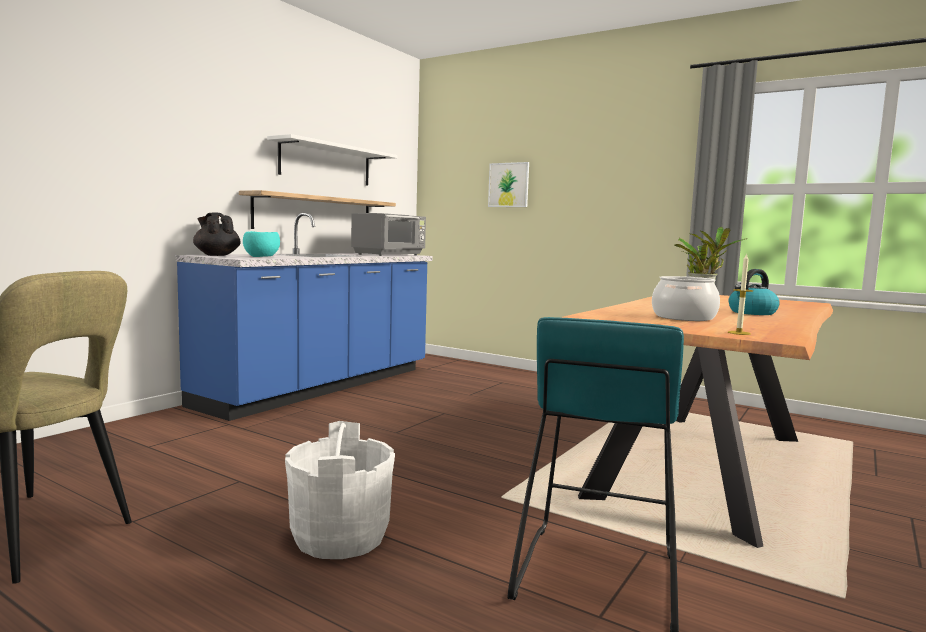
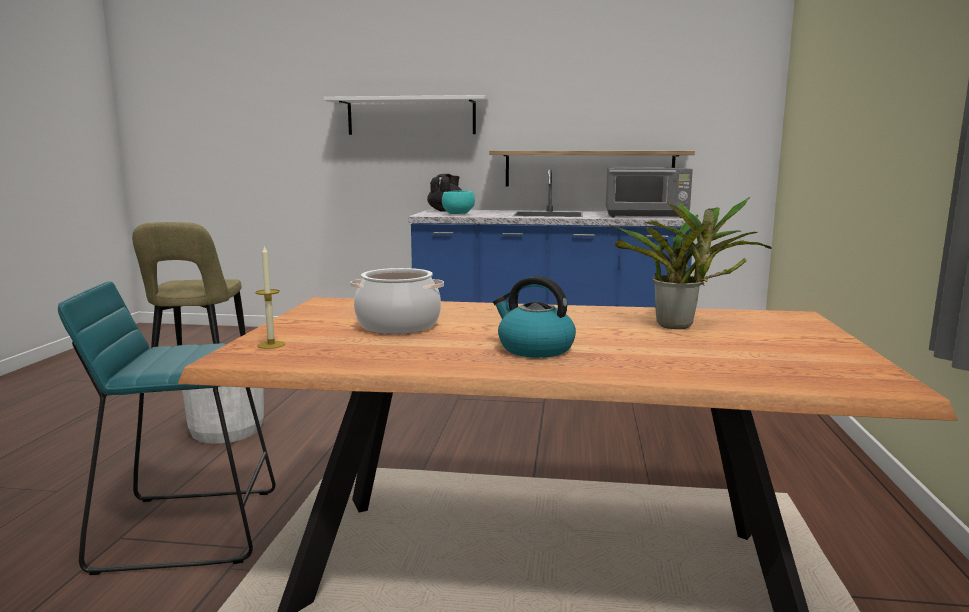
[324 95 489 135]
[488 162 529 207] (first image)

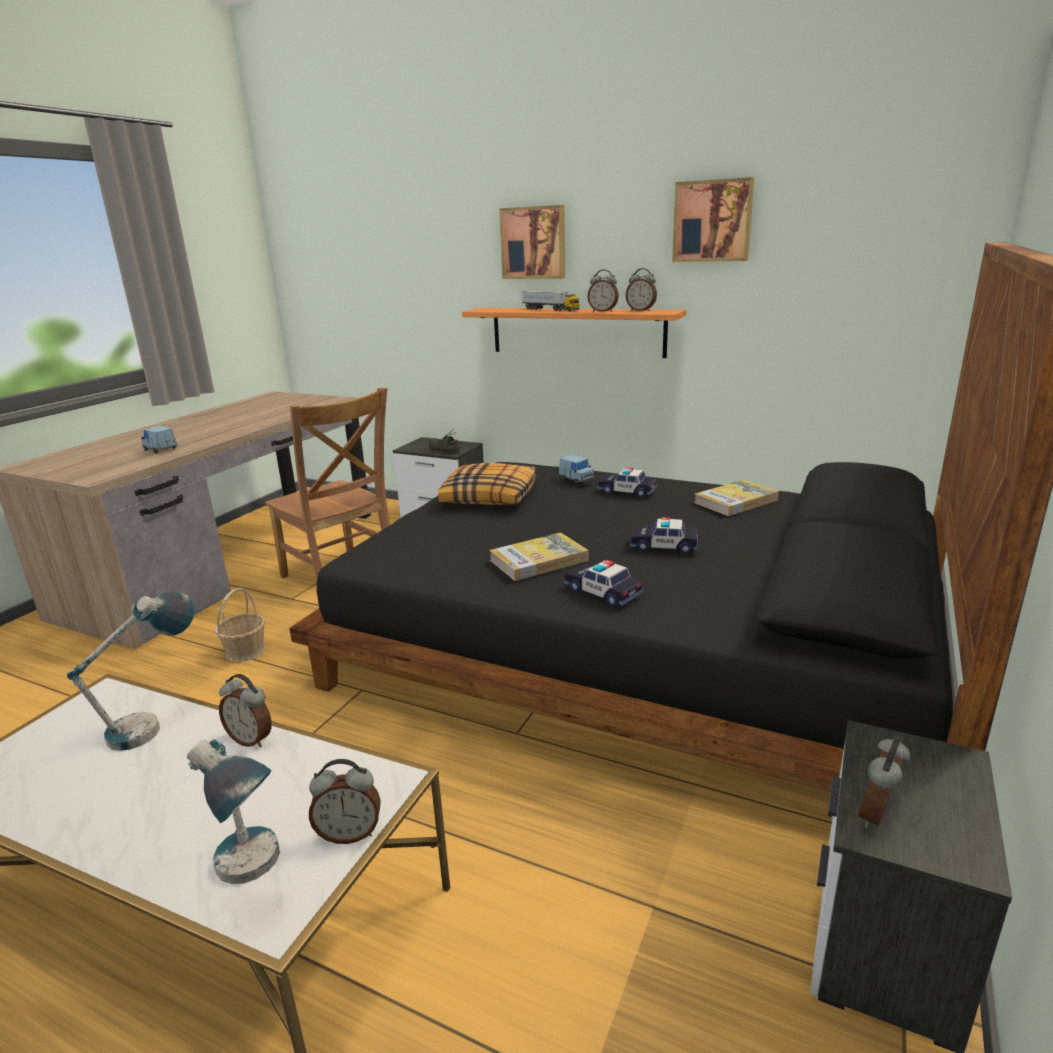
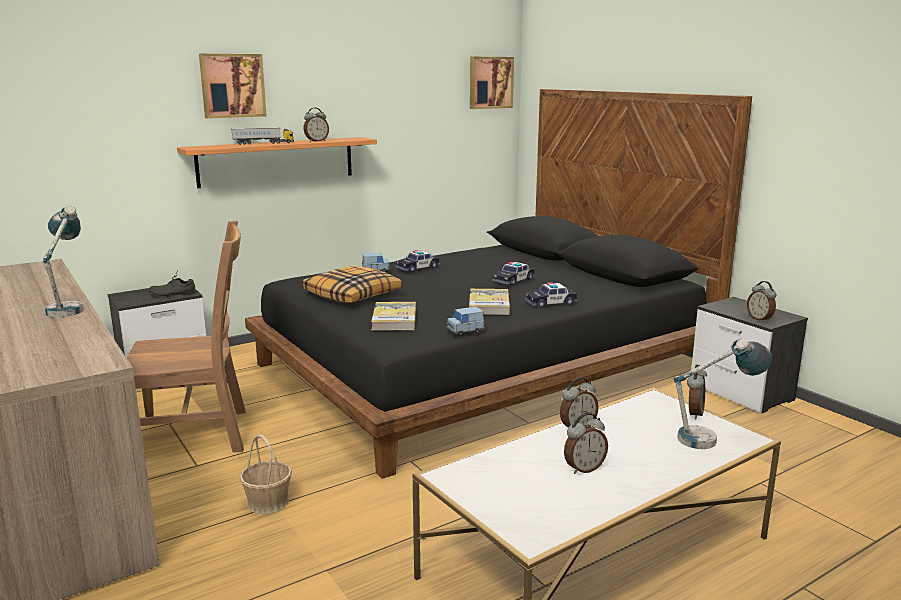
[43 206 83 317]
[371 302 416 331]
[446 307 485 336]
[470 57 514 109]
[564 413 608 474]

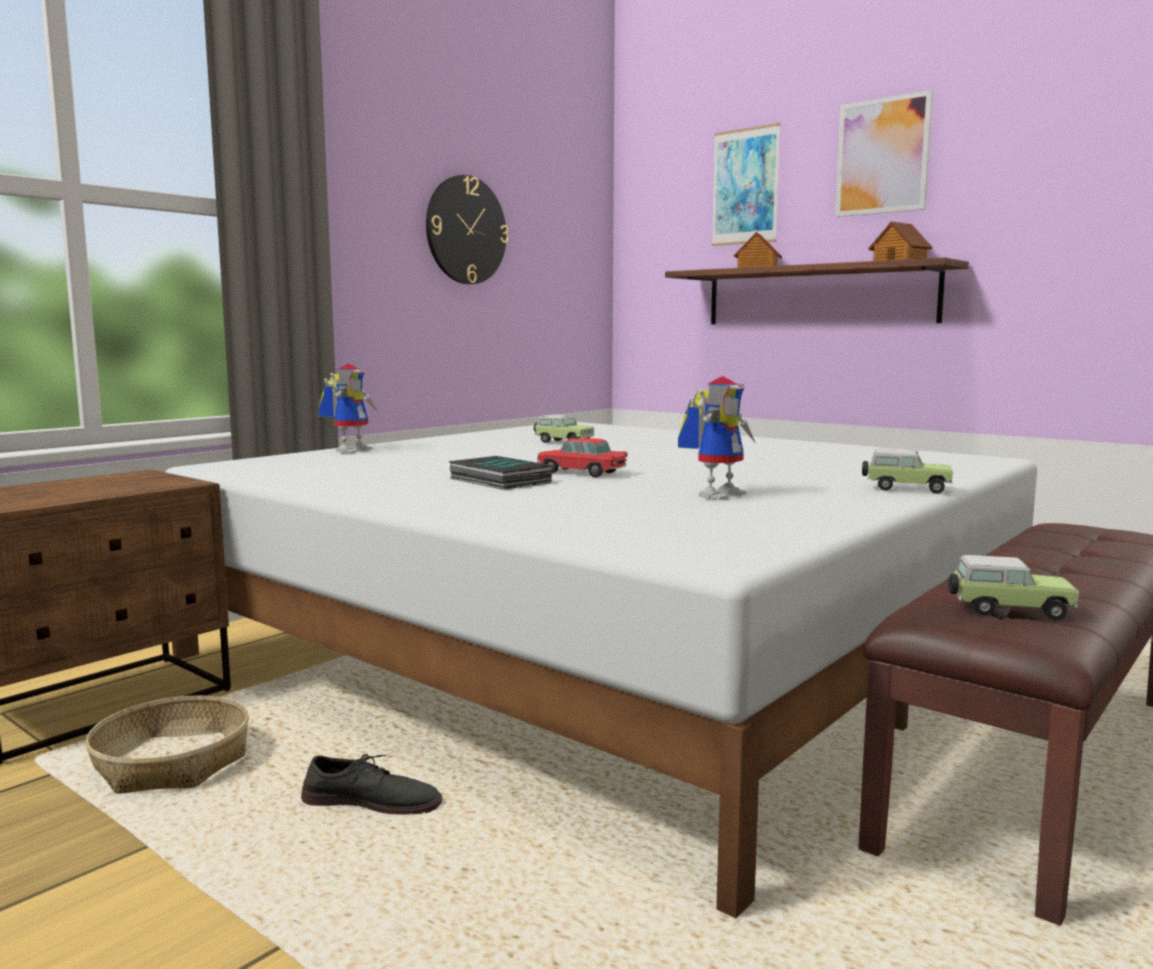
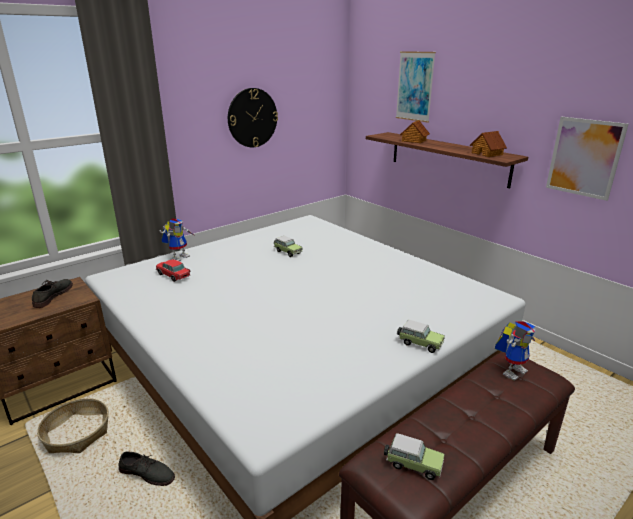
[32 279 73 308]
[156 259 191 282]
[495 321 536 381]
[546 117 629 201]
[448 456 552 490] (first image)

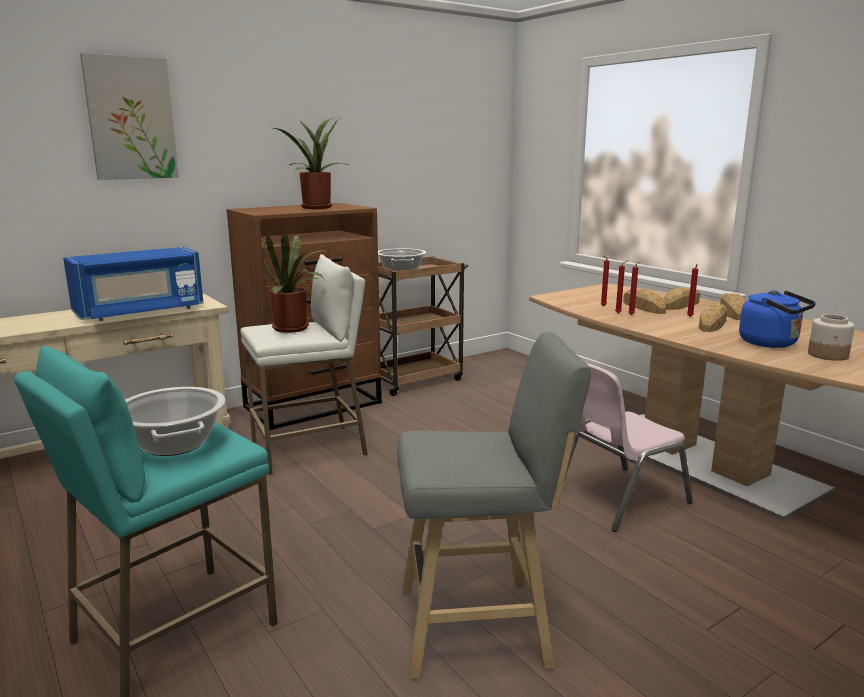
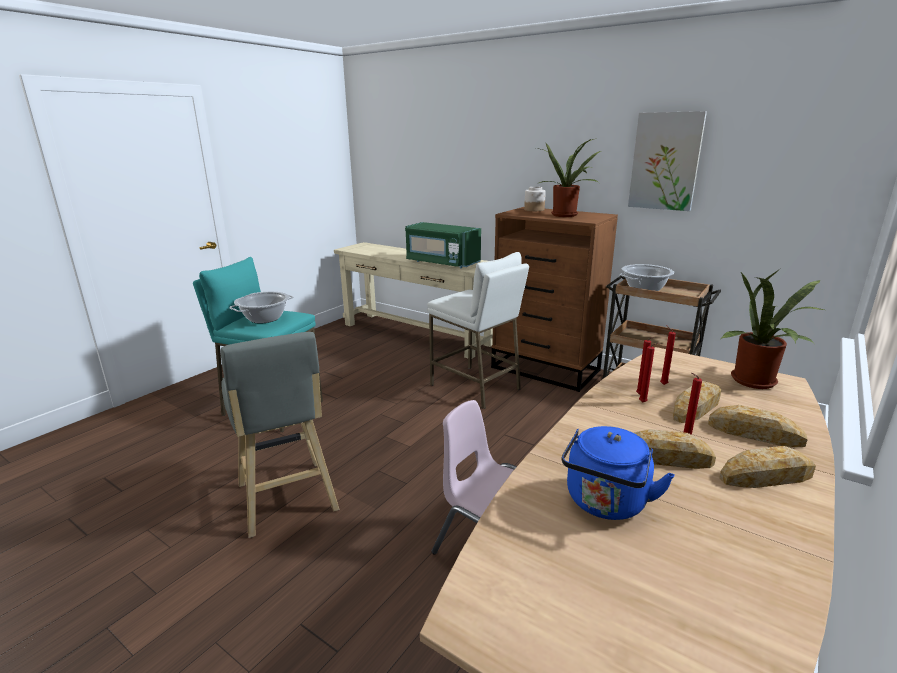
[405 222 481 268]
[524 187 546 211]
[628 111 707 211]
[720 268 824 389]

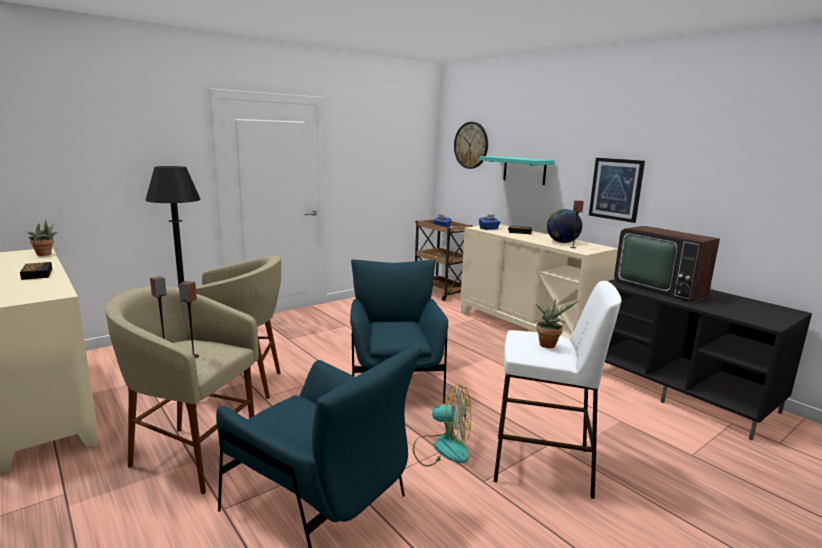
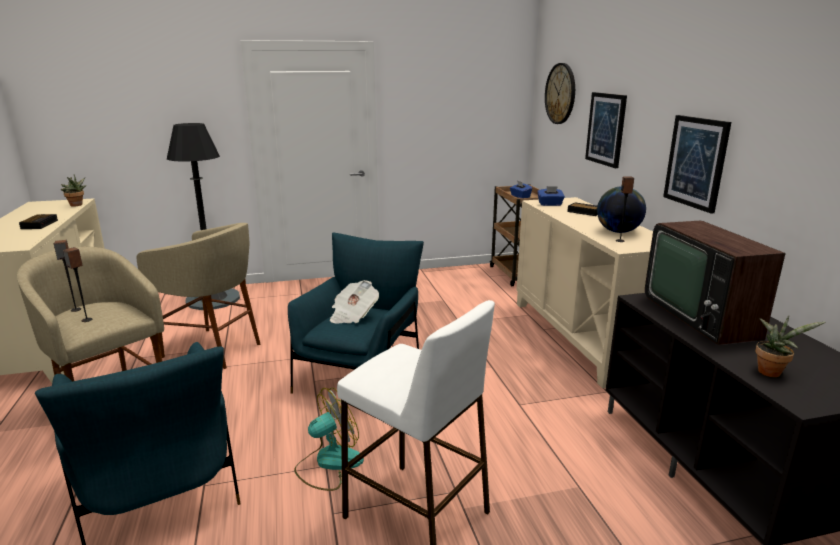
[294 388 364 491]
[330 280 379 323]
[585 92 627 168]
[755 316 825 377]

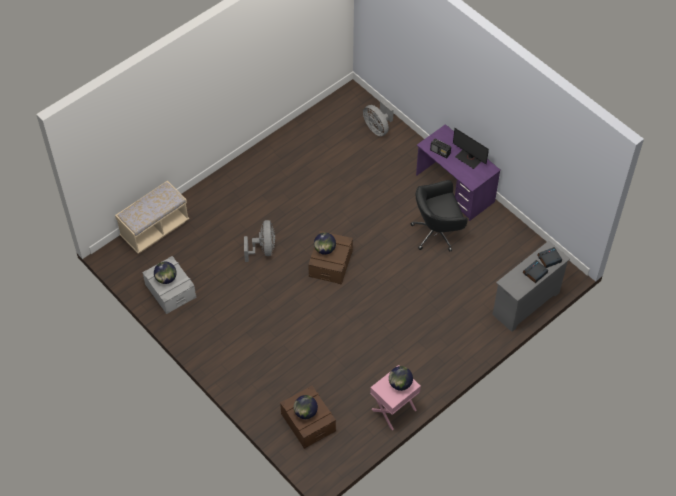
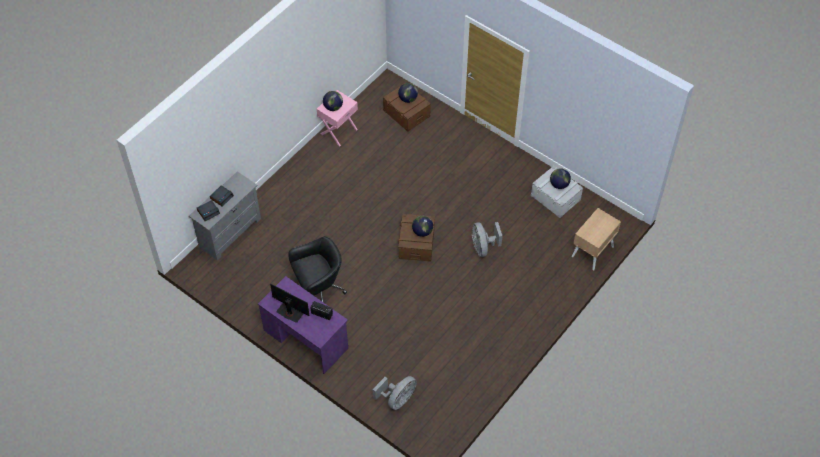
[373 376 417 410]
[572 208 621 270]

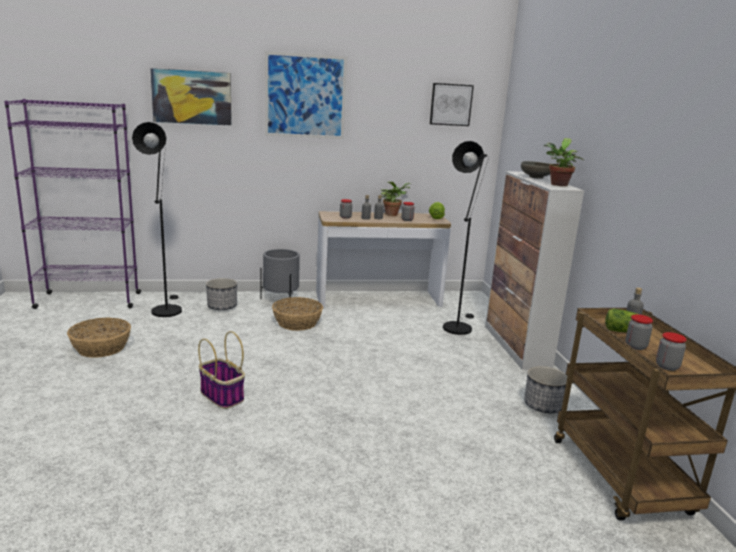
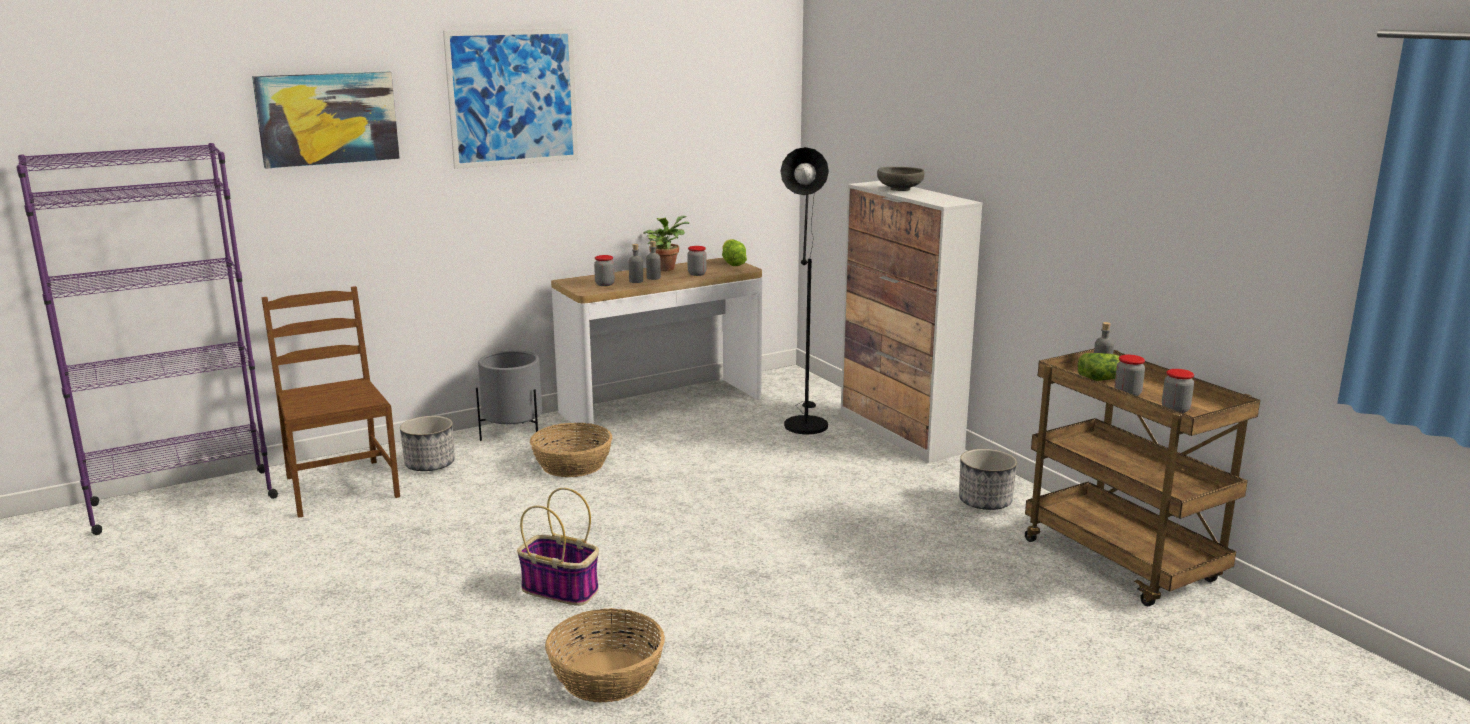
[261 286 400 518]
[545 608 665 703]
[430 83 474 126] (first image)
[544 138 584 186] (first image)

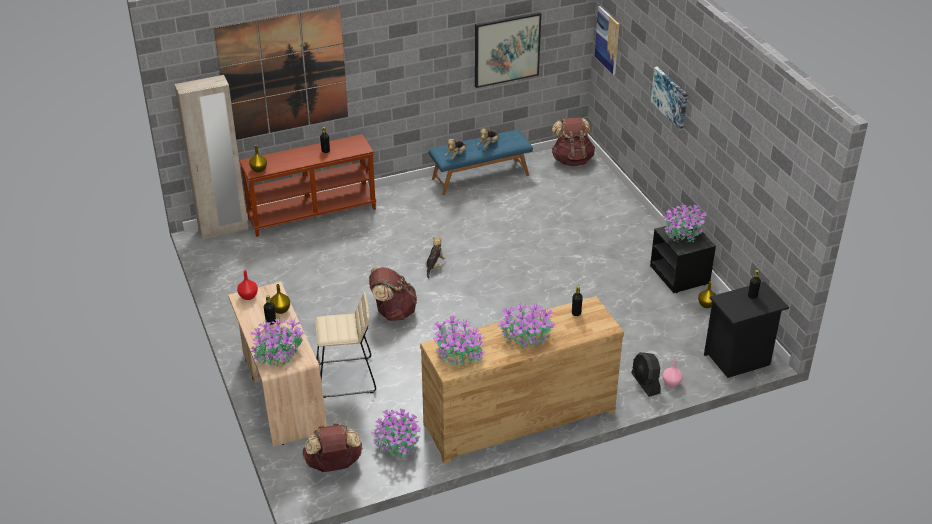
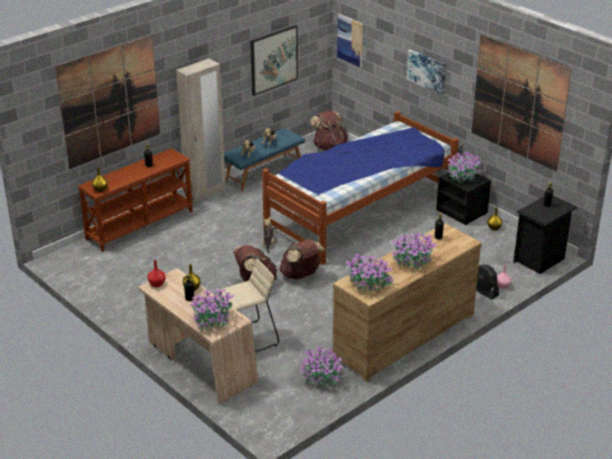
[176 59 225 203]
[262 111 459 265]
[280 239 325 280]
[472 34 572 171]

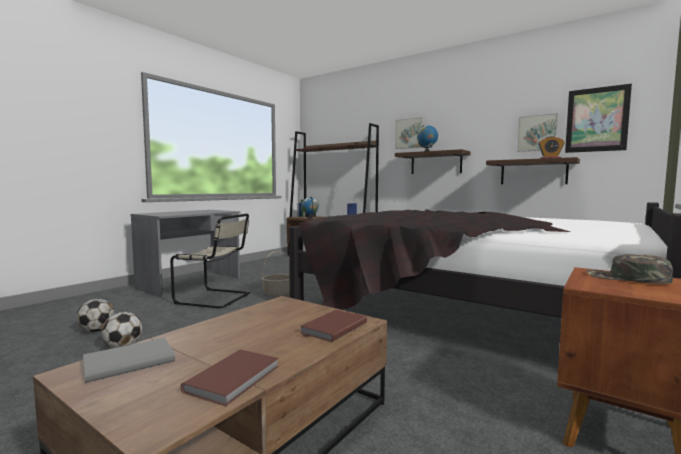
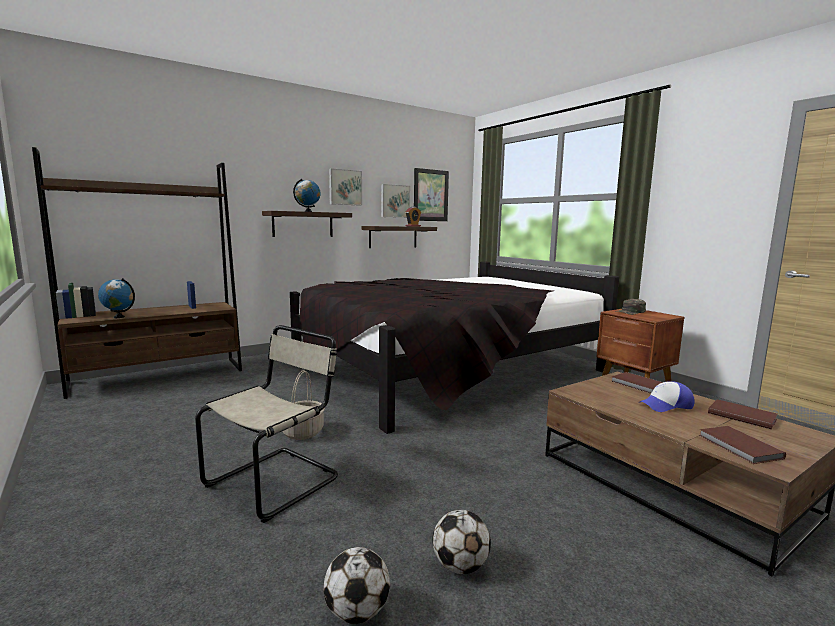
[329 168 362 206]
[638 382 695 412]
[699 426 786 464]
[130 210 240 297] (first image)

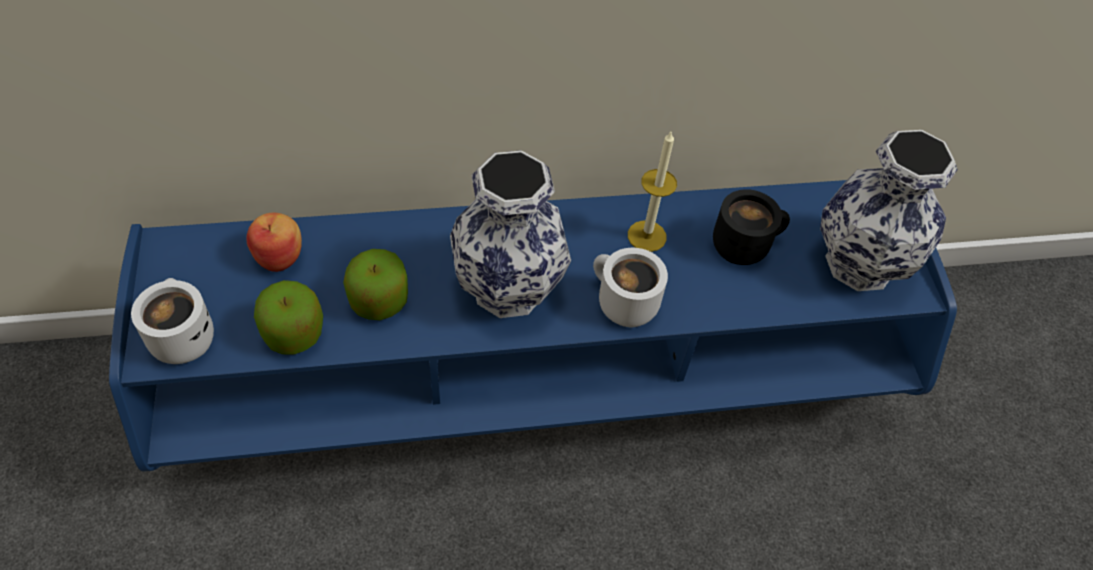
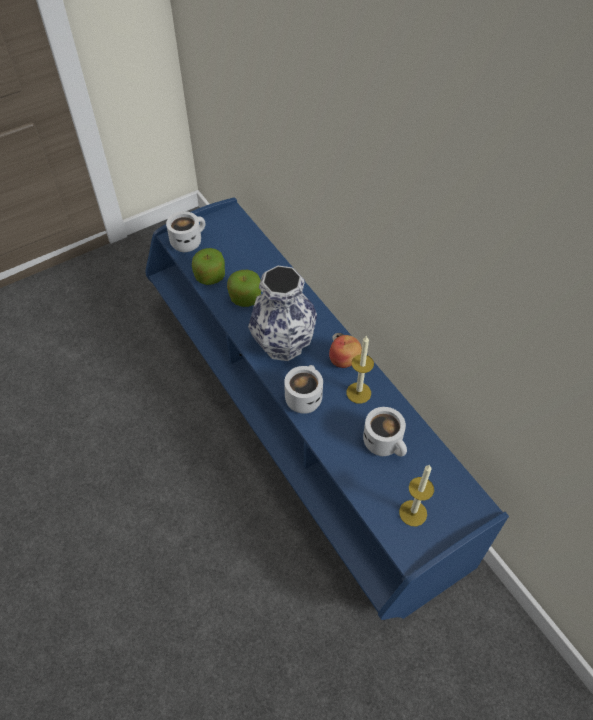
[329 335 362 368]
[363 407 407 456]
[399 464 434 526]

